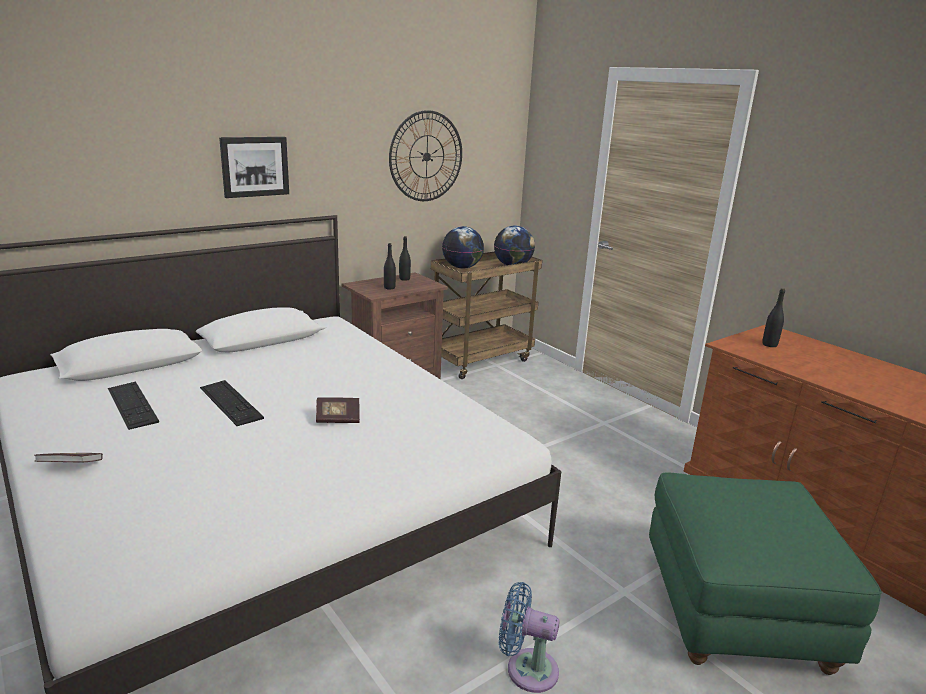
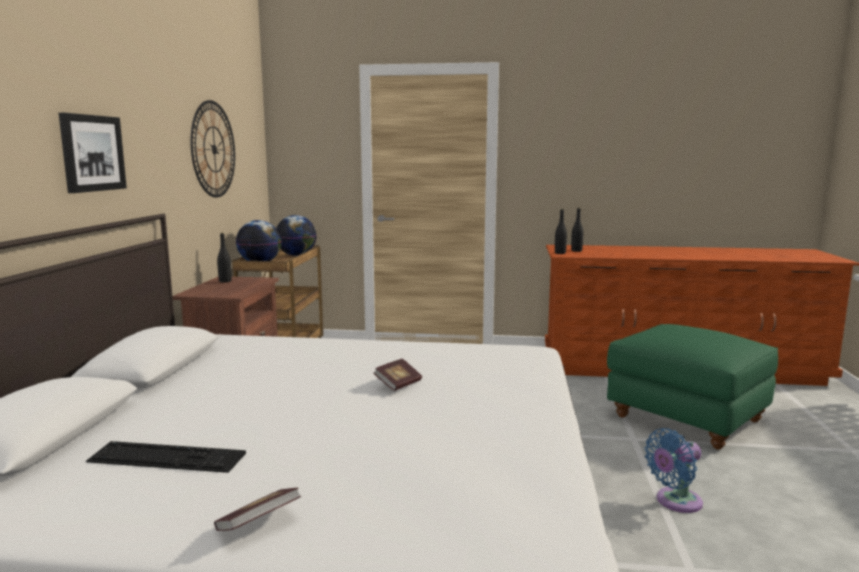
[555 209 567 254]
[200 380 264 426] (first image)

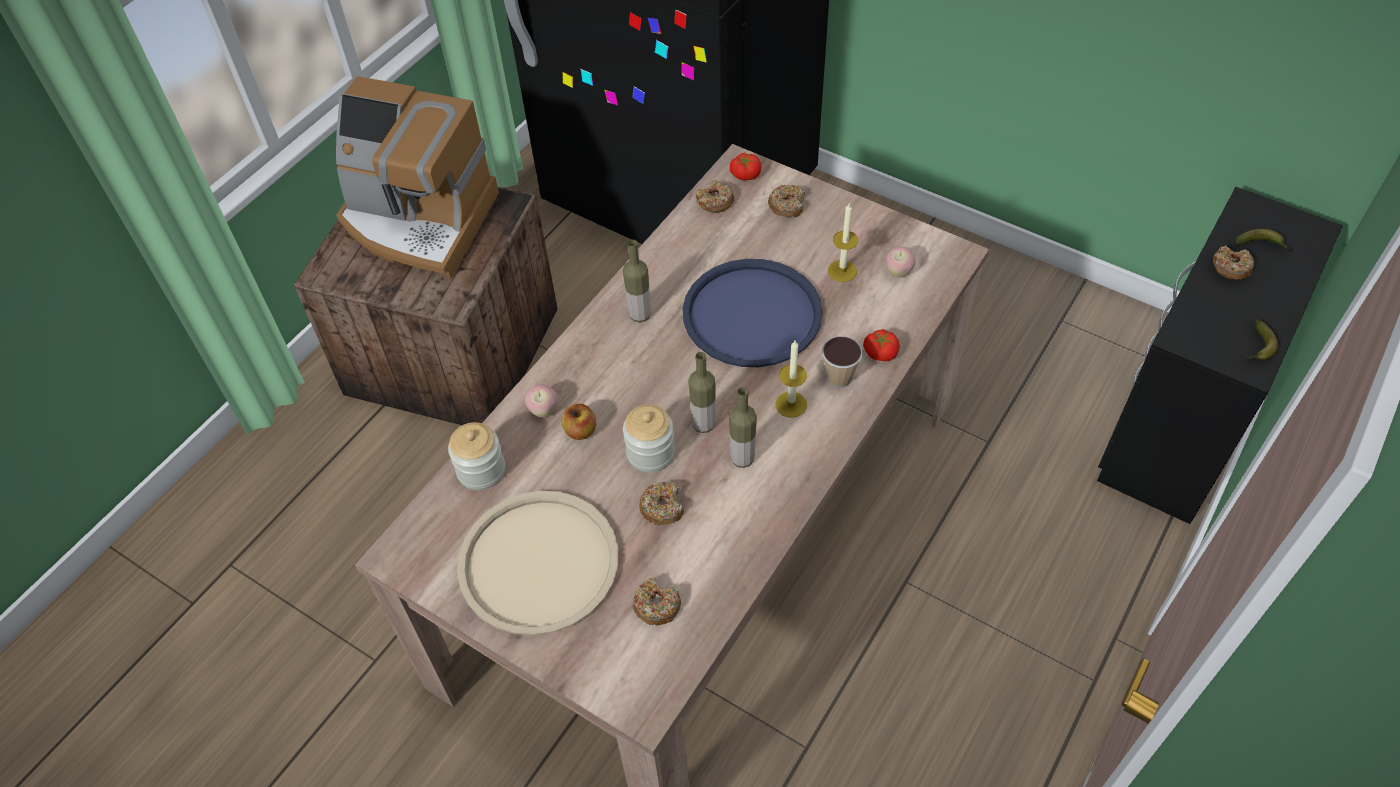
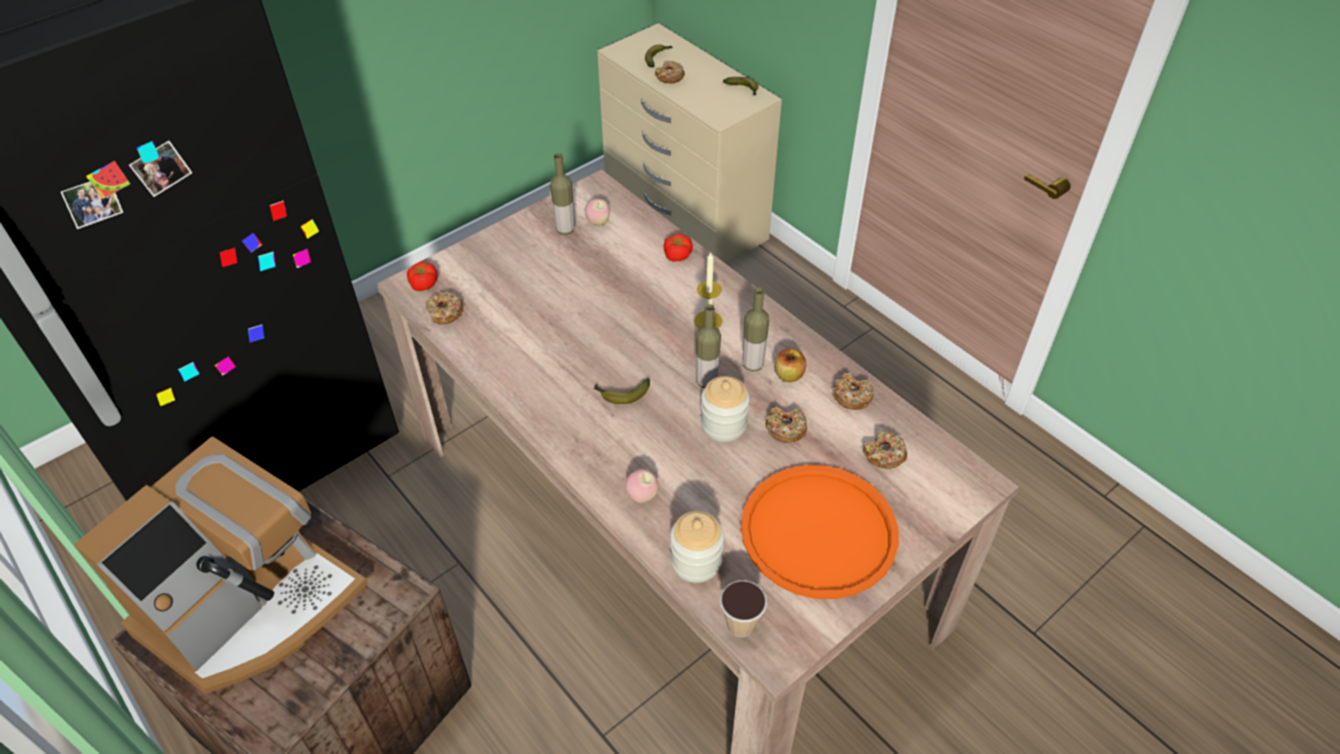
[550 153 575 235]
[594 378 650 404]
[597 23 782 264]
[720 580 767 637]
[741 465 899 599]
[774 348 806 382]
[833 372 874 410]
[682 259 823 367] (first image)
[828 202 858 282] (first image)

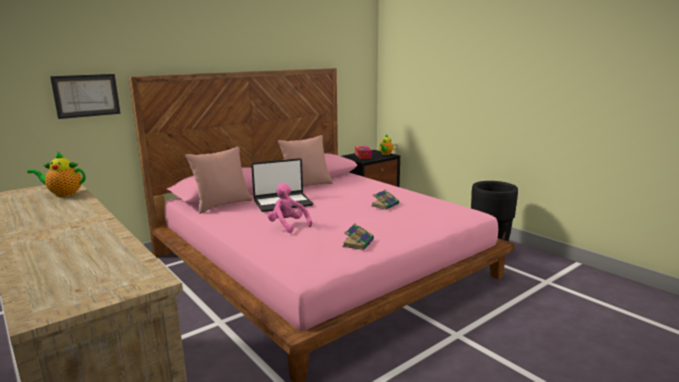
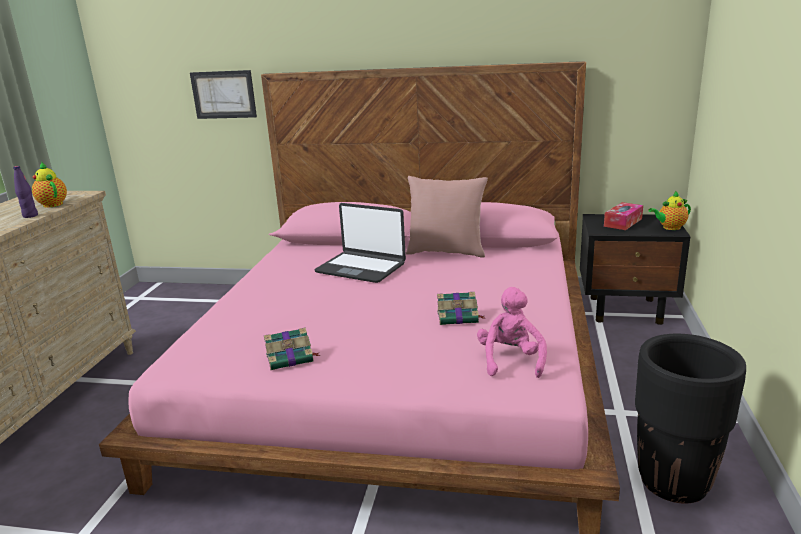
[13 166 38 218]
[477 287 547 378]
[186 147 253 214] (first image)

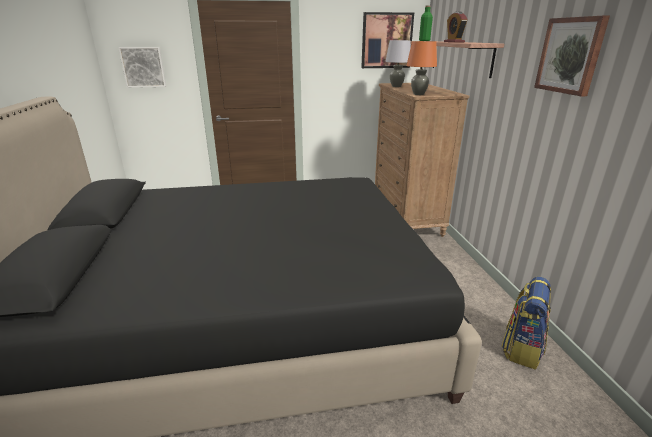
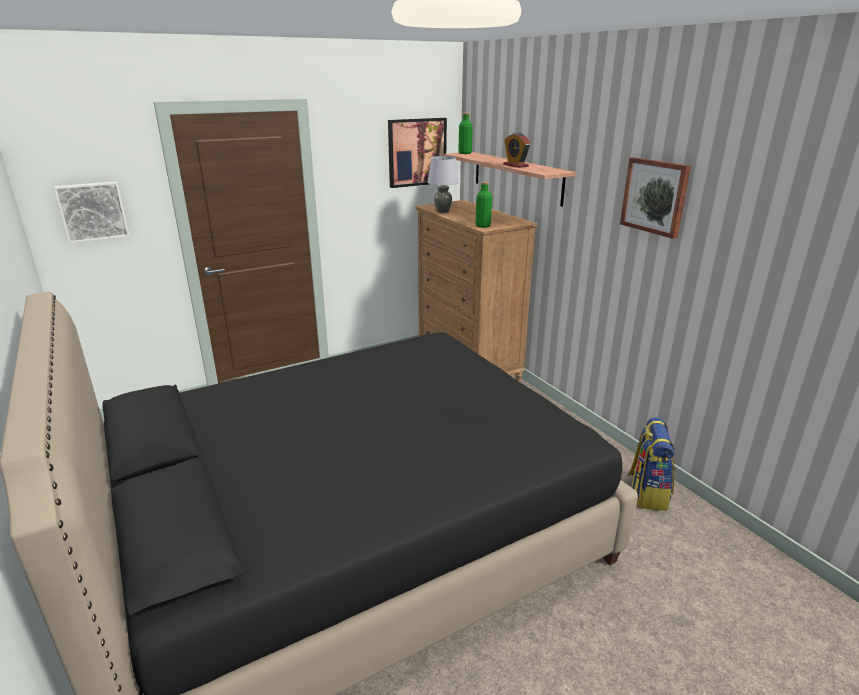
[476 182 492 228]

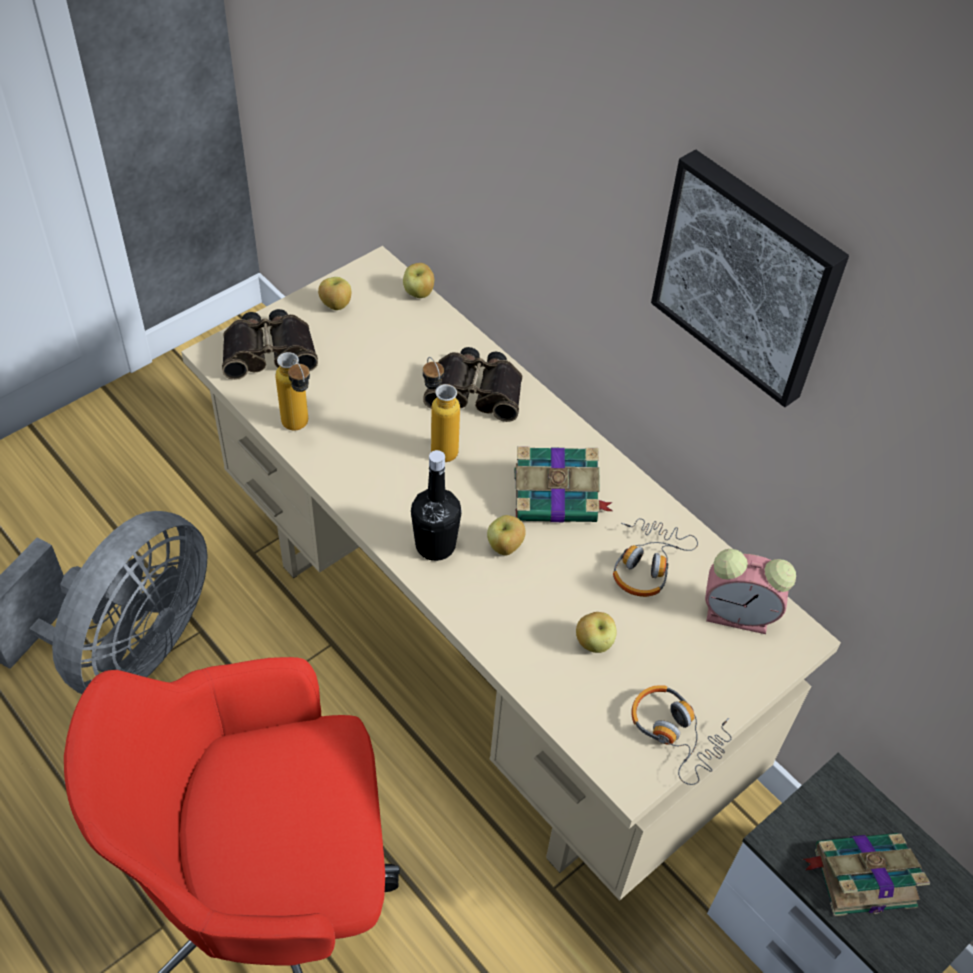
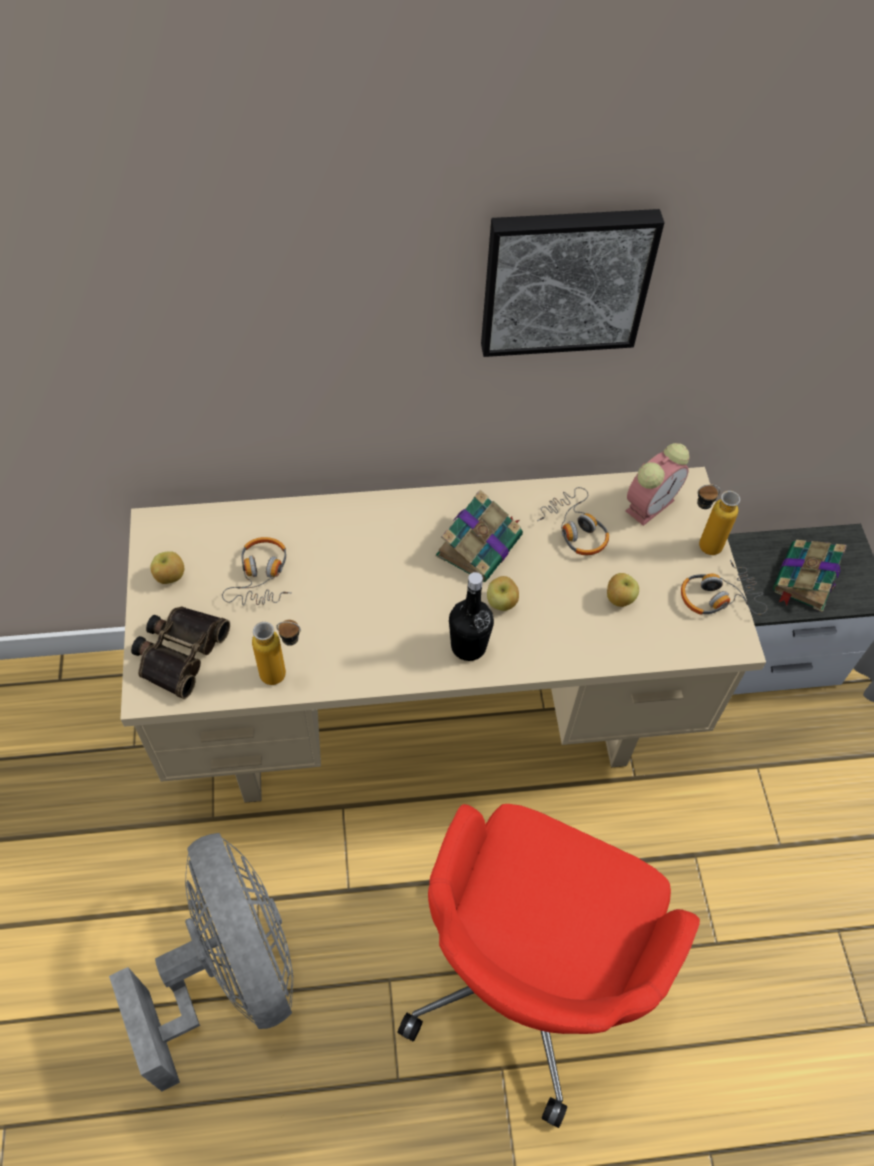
[222 537 292 605]
[697 484 740 555]
[403 263 434 298] (first image)
[423 347 522 422] (first image)

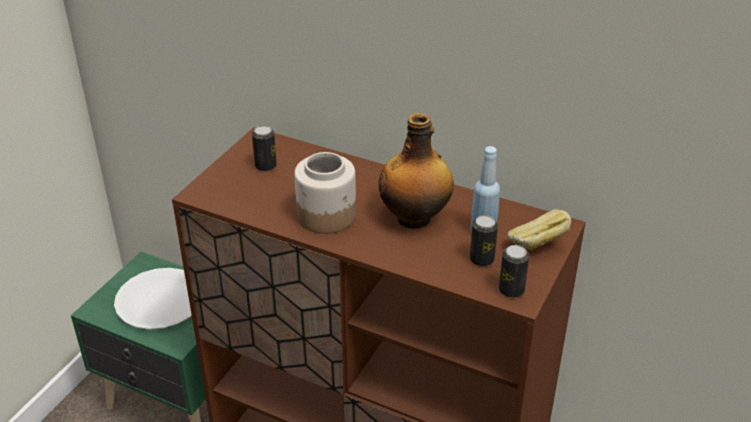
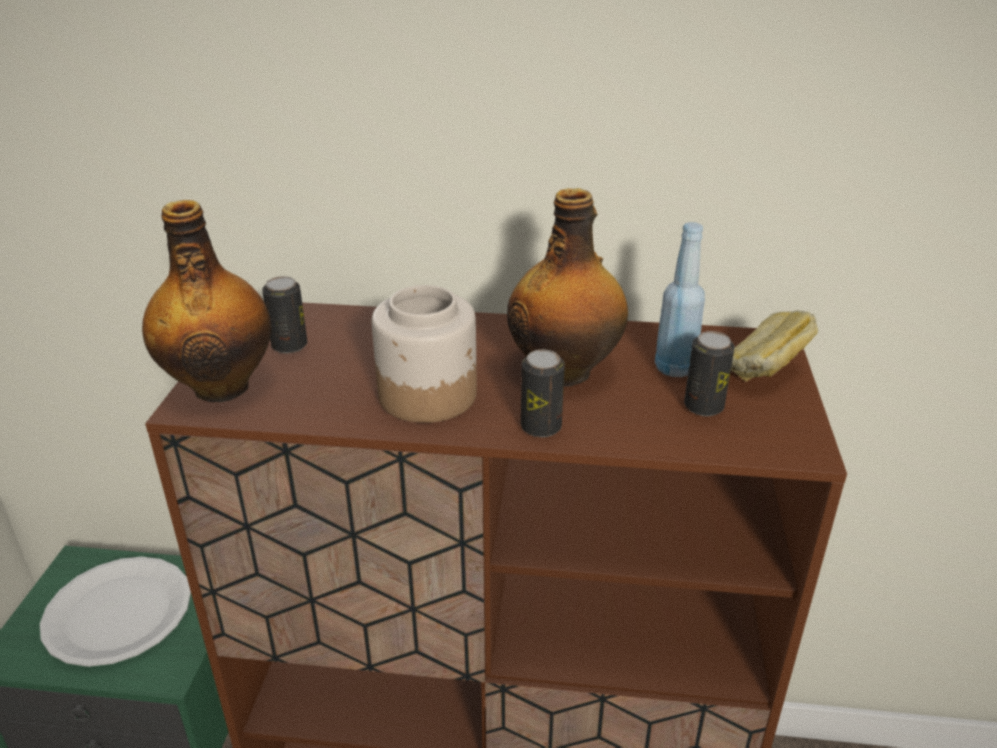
[142 200 271 402]
[521 349 565 437]

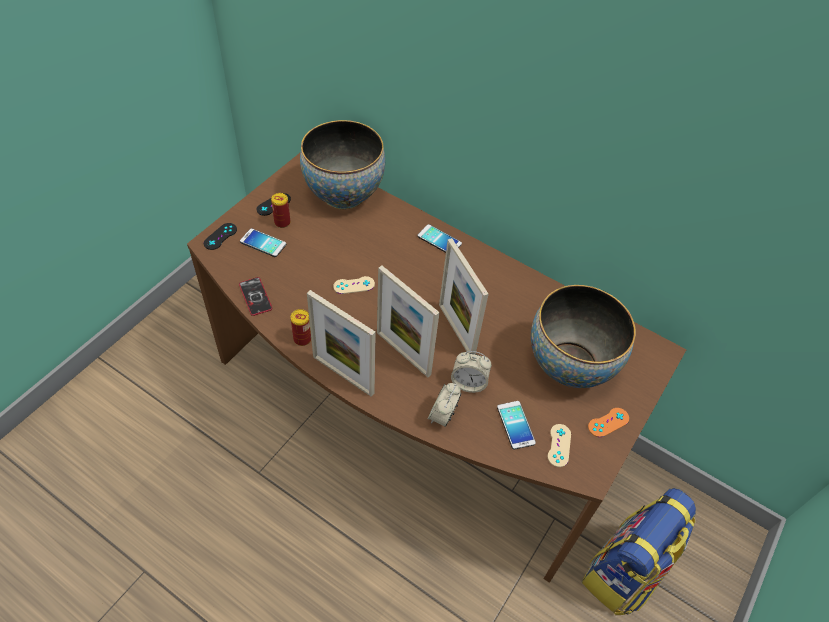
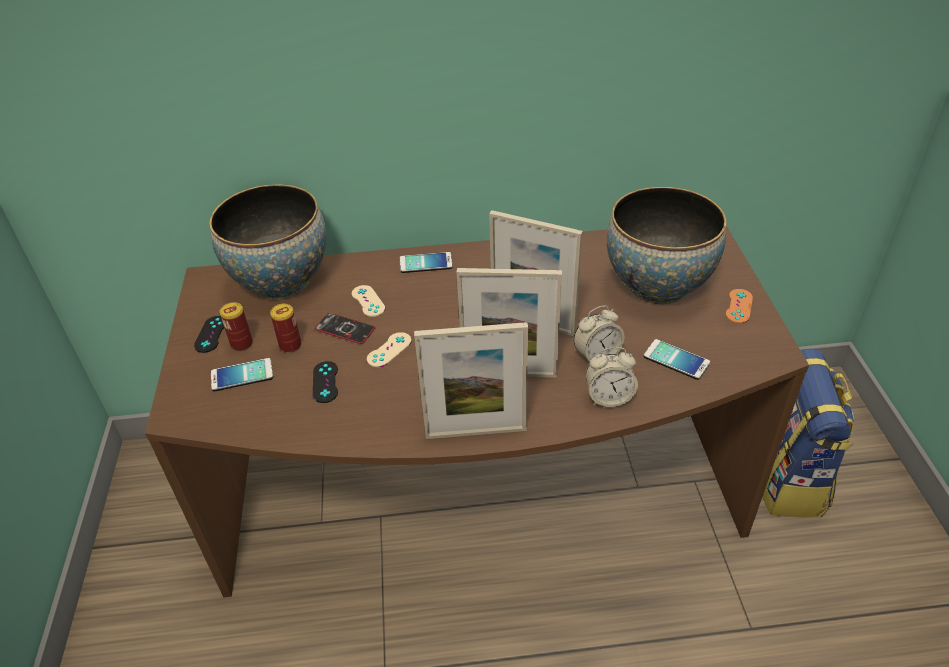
[270 304 301 353]
[313 361 338 403]
[315 313 375 344]
[352 285 385 317]
[586 347 638 407]

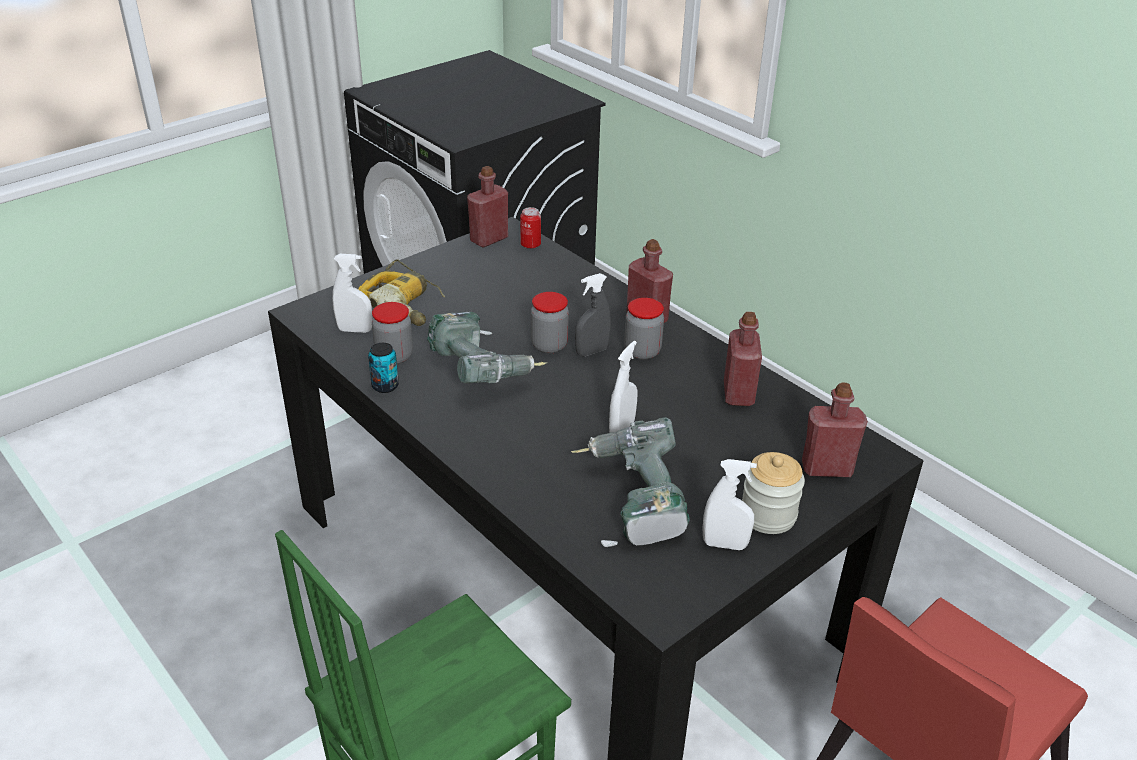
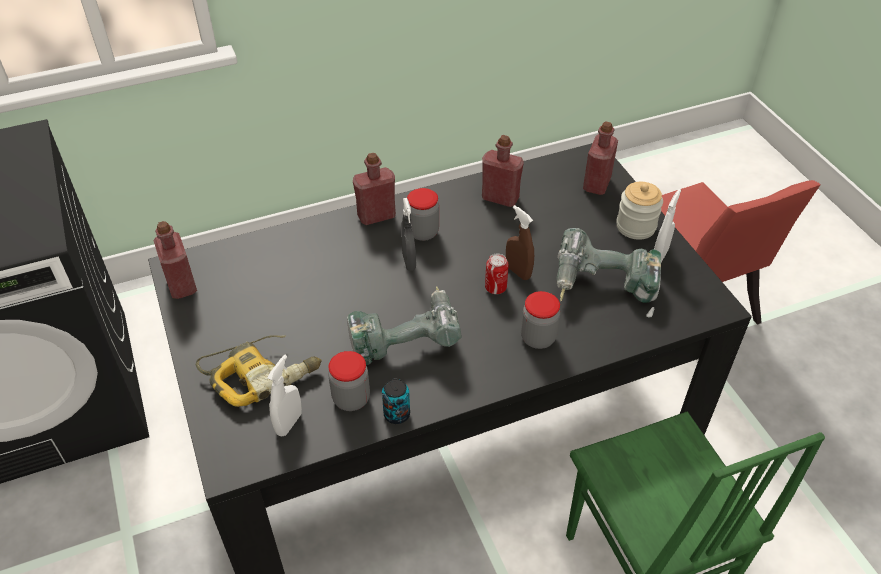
[485 253 509 294]
[506 205 534 280]
[521 291 560 349]

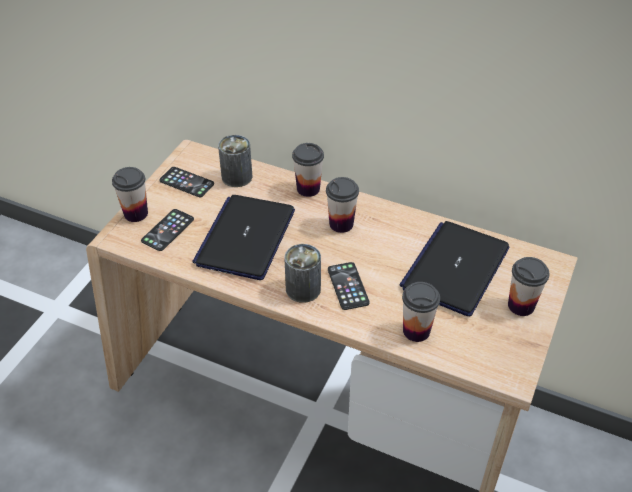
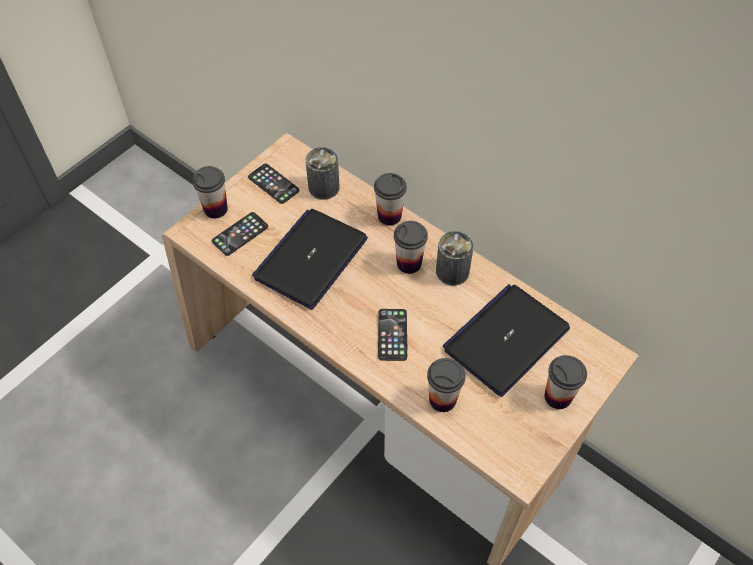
[436 231 474 286]

